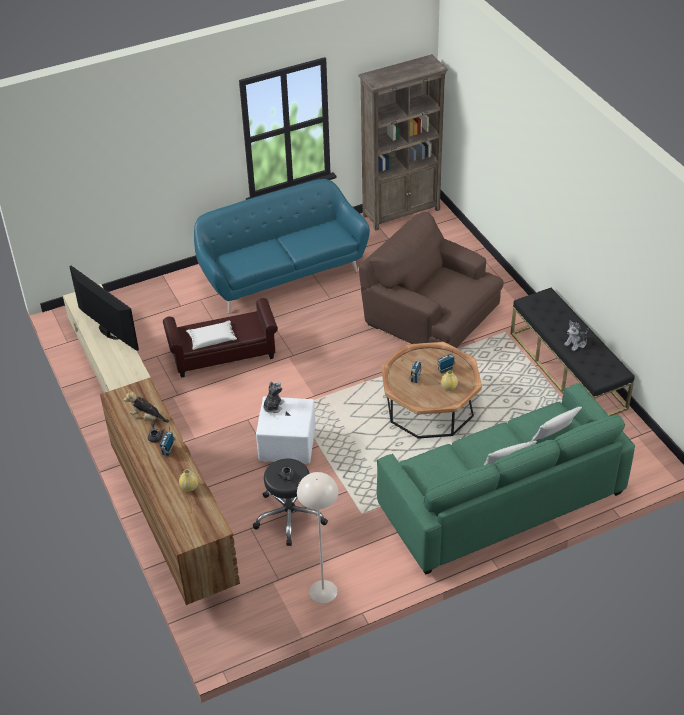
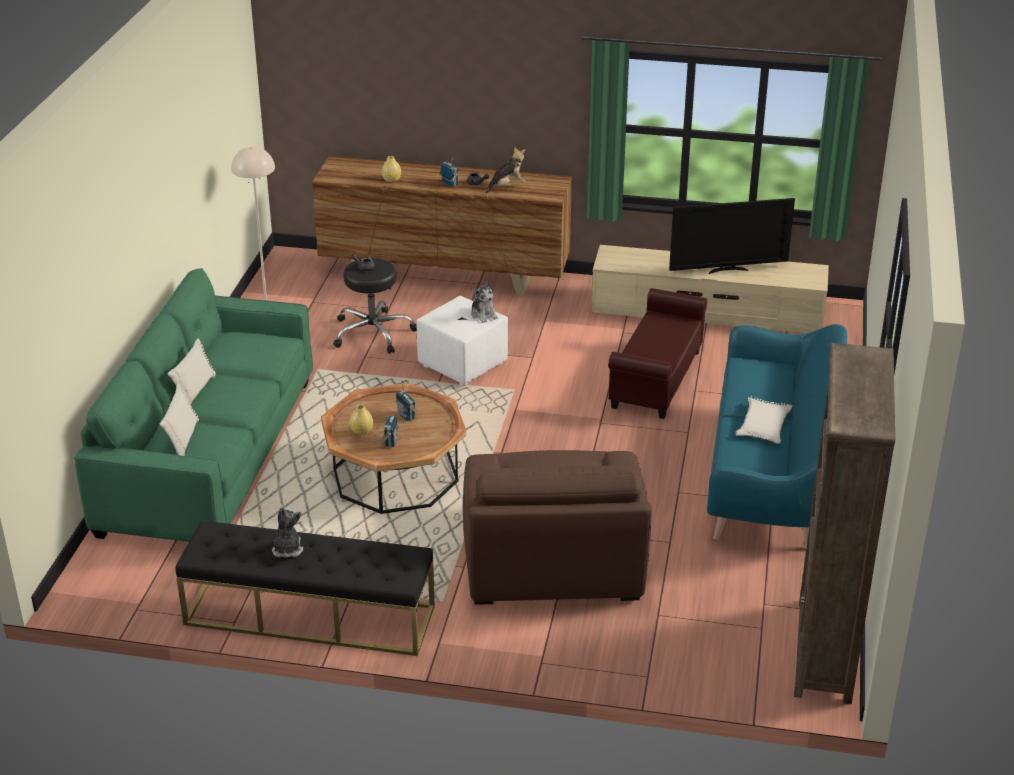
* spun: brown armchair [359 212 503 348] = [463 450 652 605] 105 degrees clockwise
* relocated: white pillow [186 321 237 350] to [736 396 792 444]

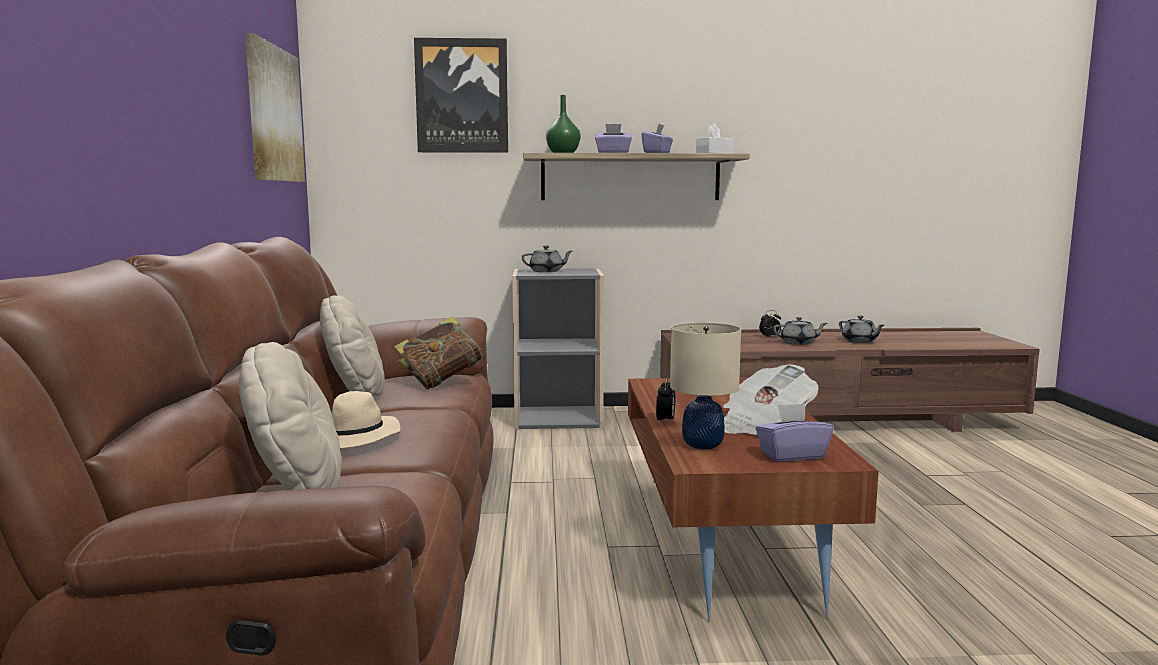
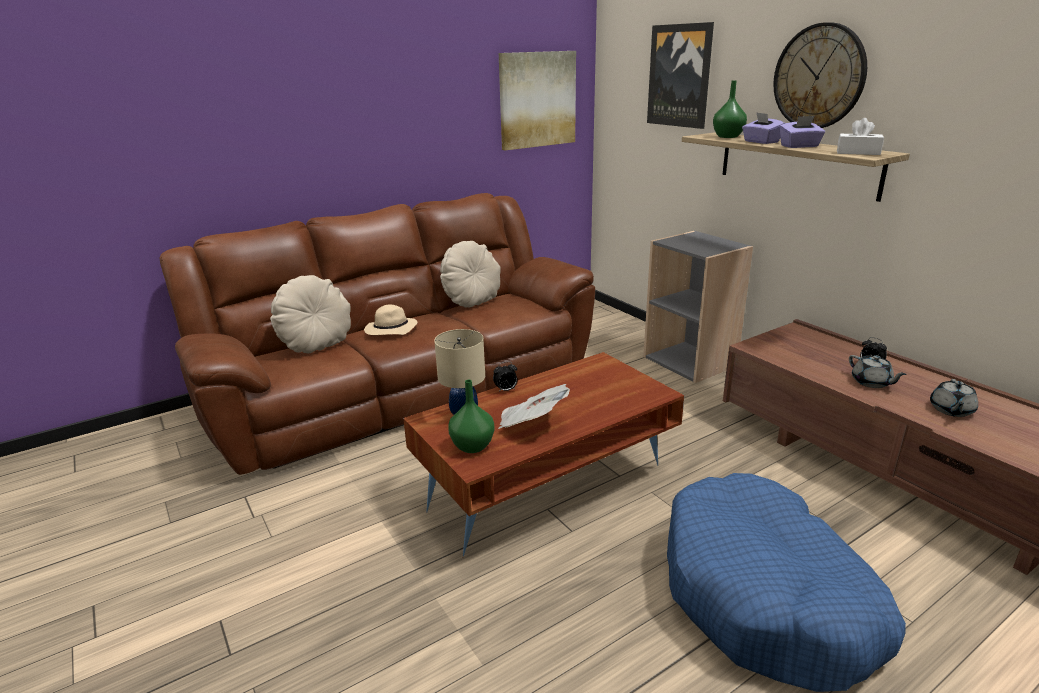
* exchanged: purple tissue box [756 403 834 462] to green vase [448 380 494 453]
* appeared: blue dog bed [667 473 906 692]
* appeared: wall clock [773 22 867 128]
* missing: book [394 317 485 390]
* missing: grey teapot [522 246 572 272]

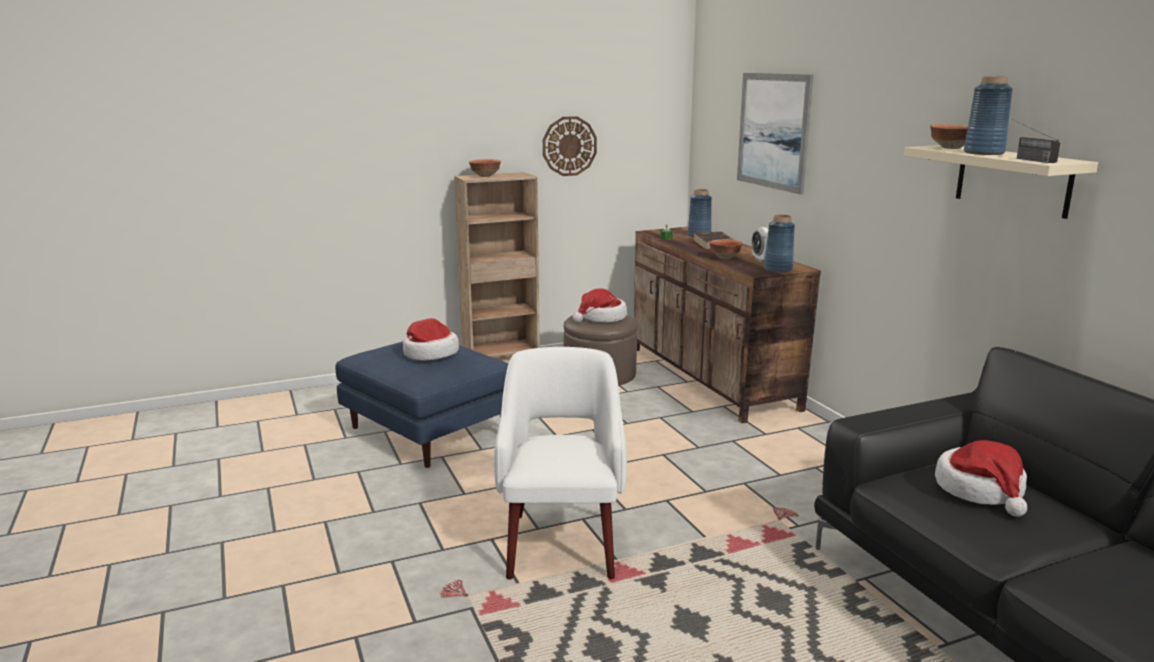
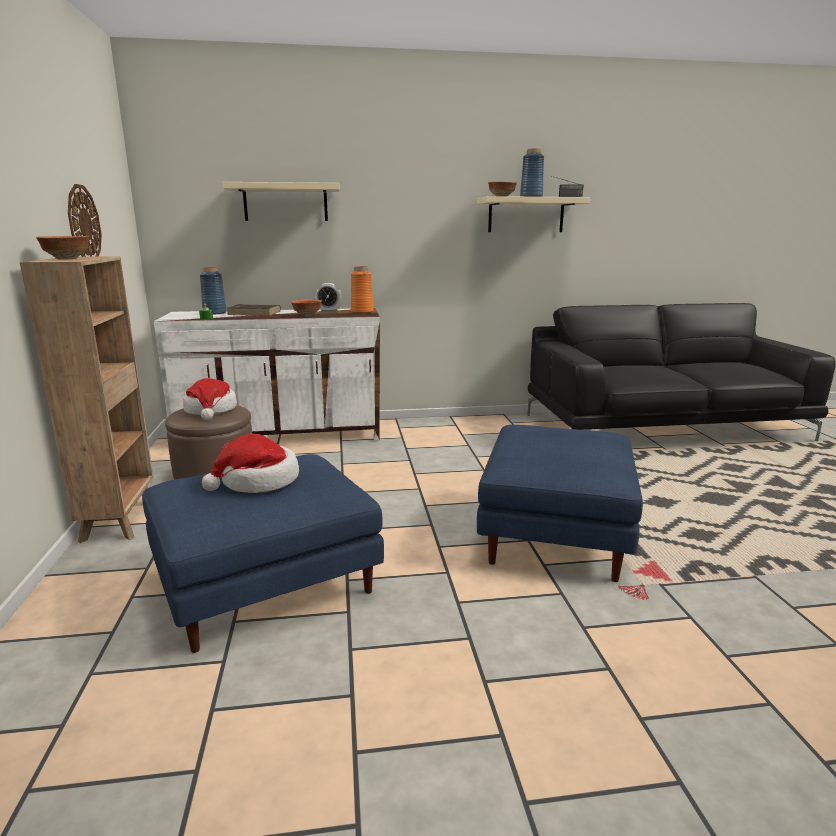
* colour: brown cabinet [634 227 821 423] to white cabinet [153 308 380 441]
* exchanged: picture [737 73 813 195] to beige shelf [222 182 340 221]
* colour: blue vase [764 215 795 273] to orange vase [351 266 374 313]
* exchanged: white armchair [494 347 627 580] to blue ottoman [477 425 643 582]
* missing: hat [935 440 1027 517]

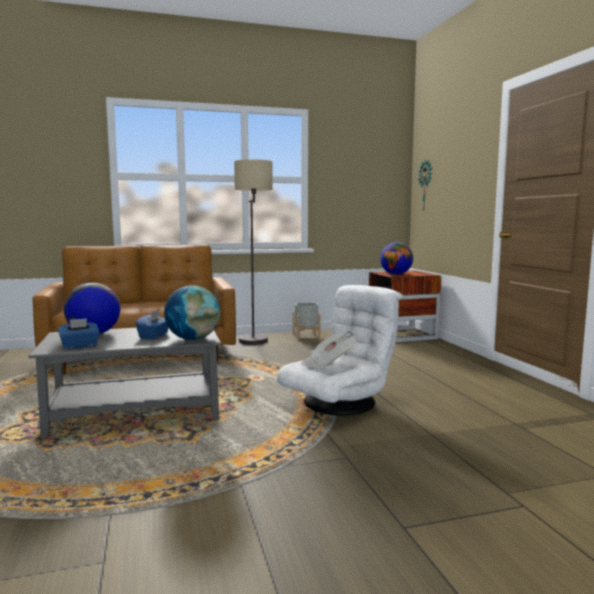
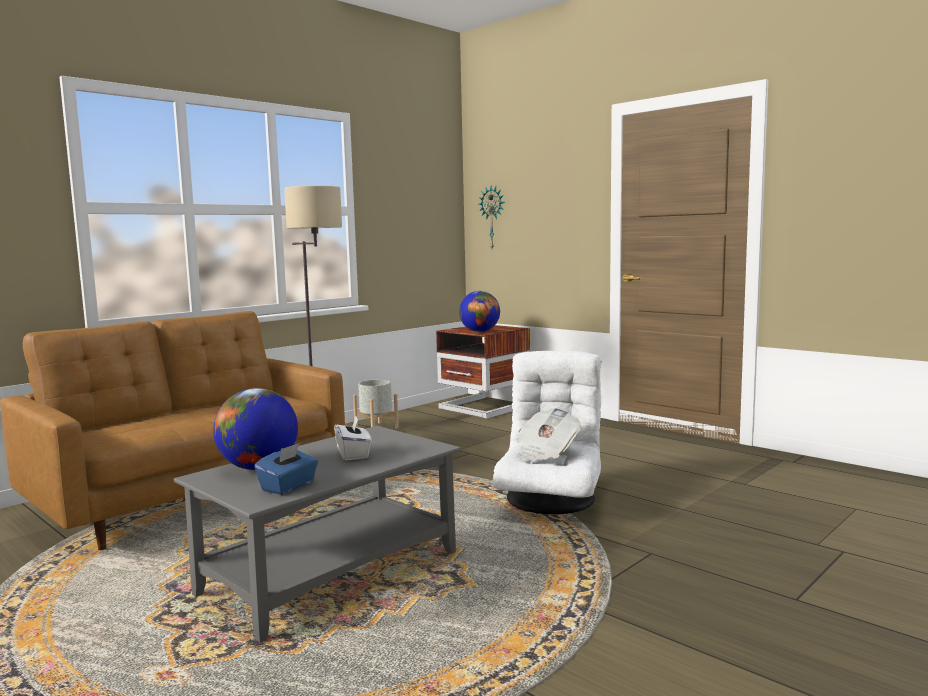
* colour: blue tissue box [136 310 168 339] to white tissue box [334 417 372 461]
* missing: globe [164 285 220 340]

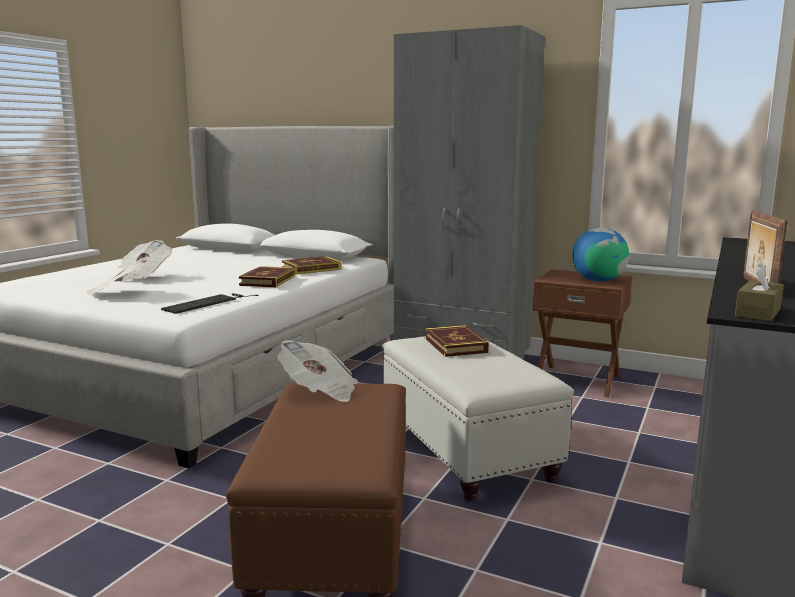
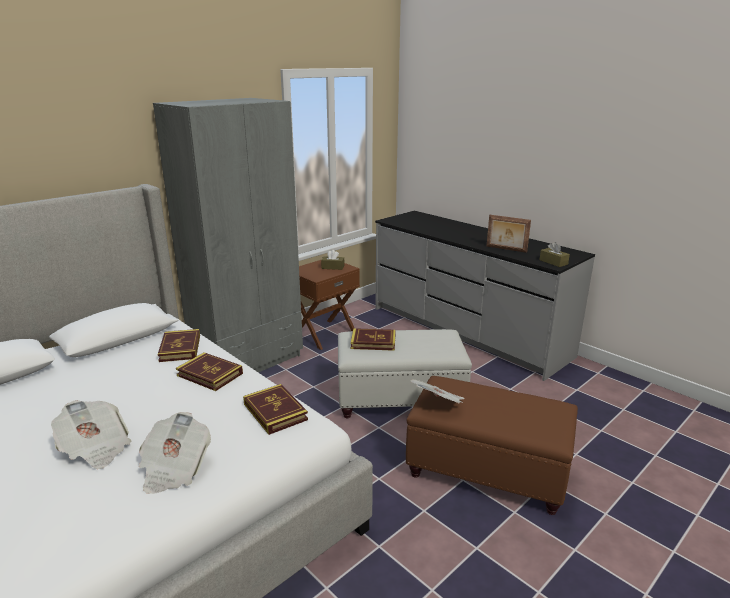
* exchanged: keyboard [161 294 259 314] to book [243 384 308 435]
* exchanged: globe [572 228 629 281] to brown tissue box [321 250 344 270]

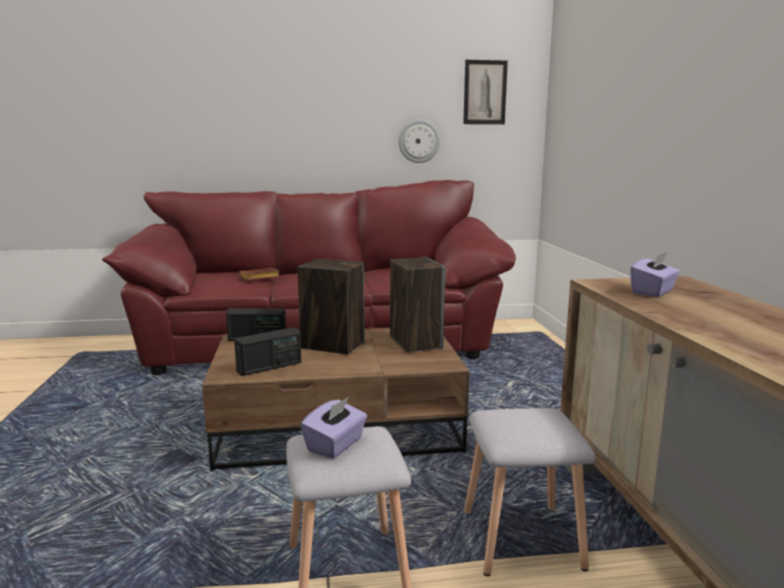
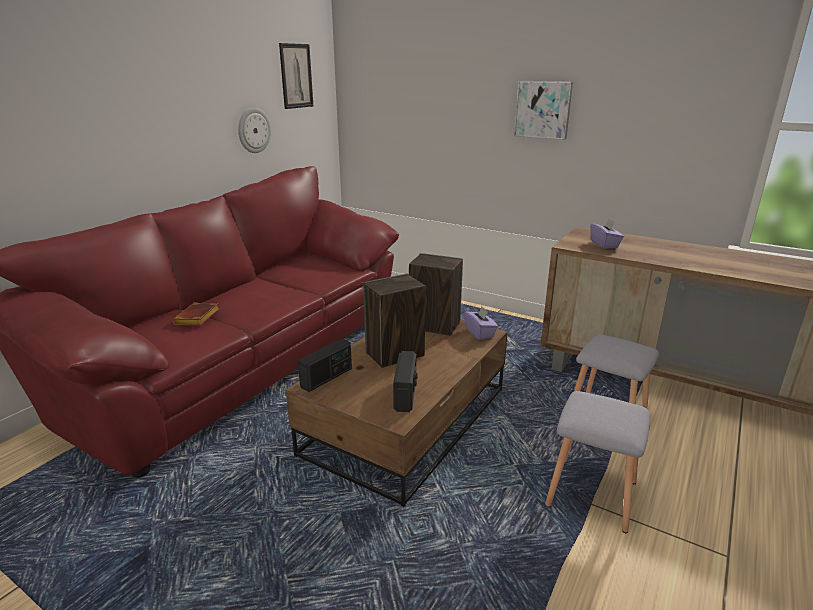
* relocated: purple tissue box [301 397 367 459] to [464 306 498 340]
* appeared: picture [514 81 573 140]

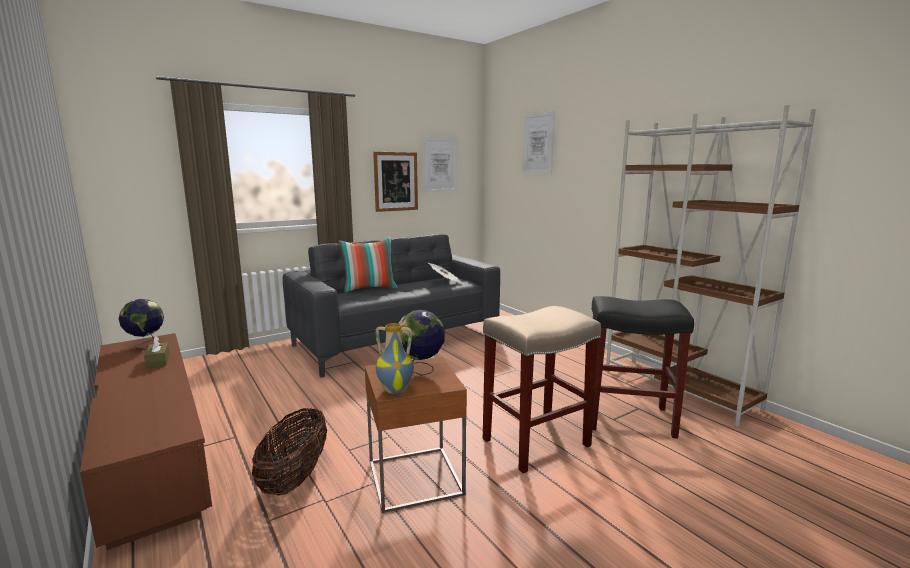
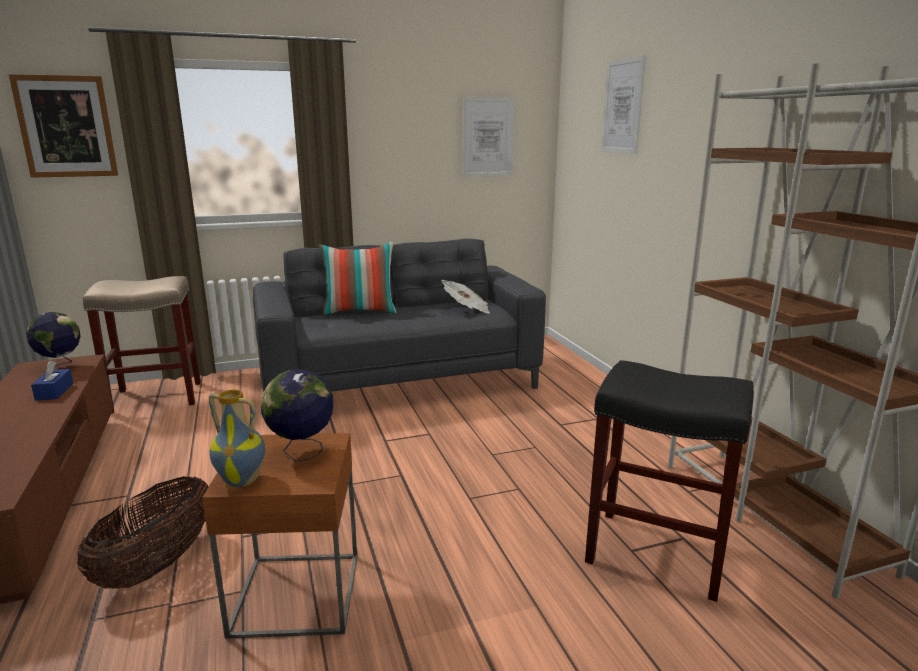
* relocated: picture [373 152 418 212] to [9 74 118 178]
* colour: brown tissue box [144 336 170 369] to blue tissue box [31 361 74 401]
* relocated: beige stool [483 306 601 473] to [83 276 201 414]

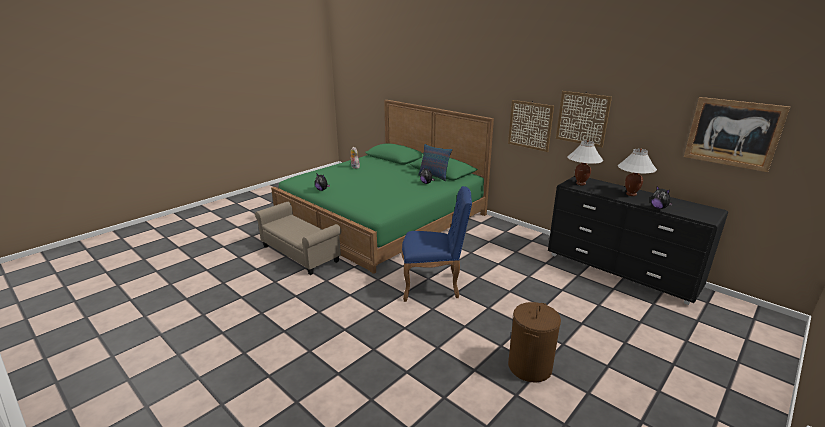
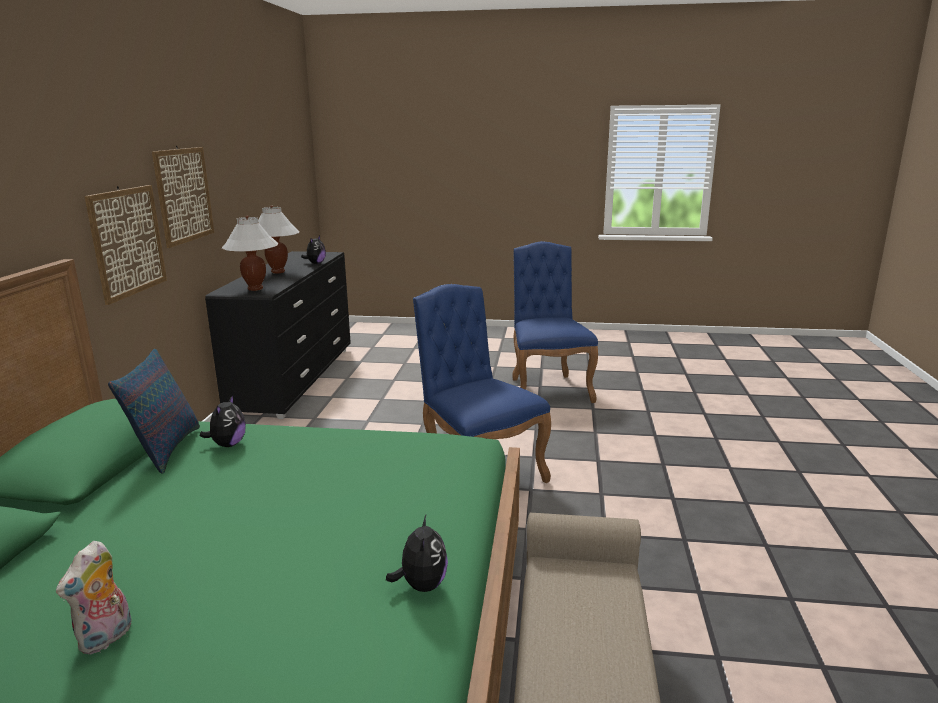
* exchanged: brown laundry basket [508 302 561 383] to blue chair [512 241 598 403]
* missing: picture [684 97 790 172]

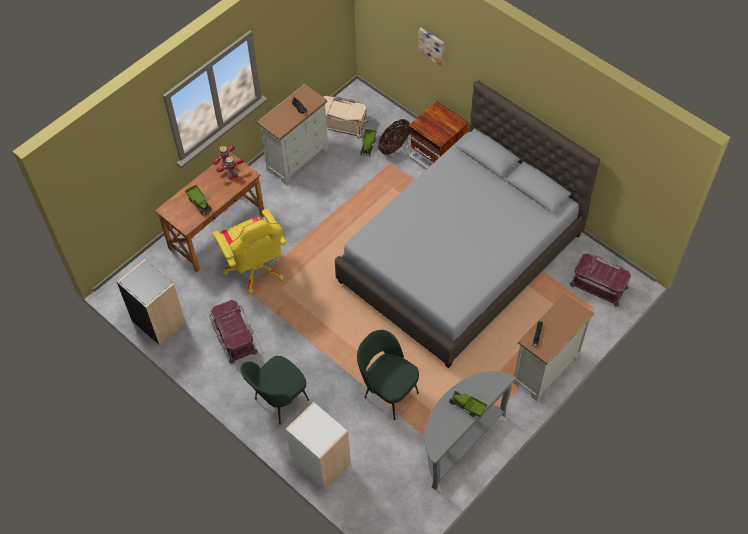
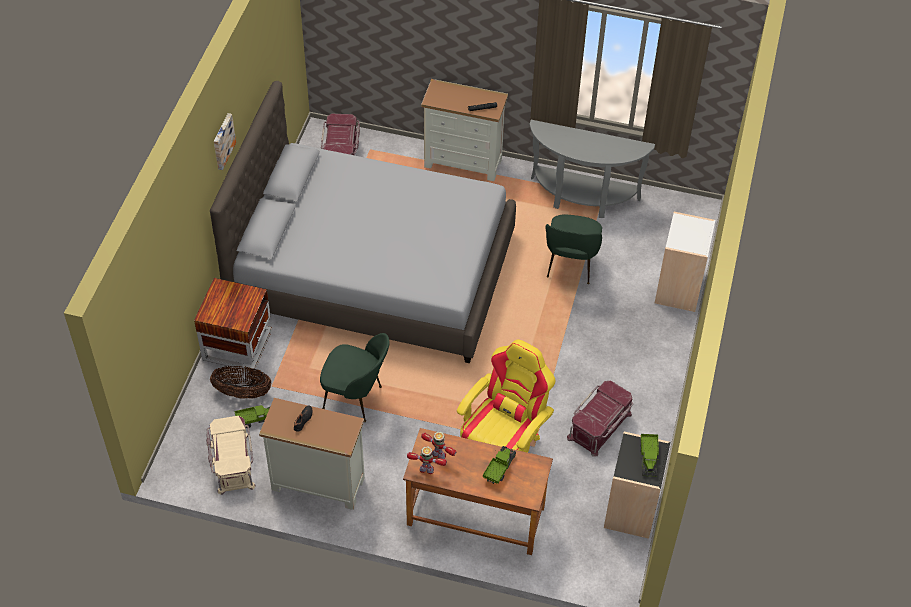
* relocated: picture [418 28 445 66] to [214 113 236 170]
* relocated: green chair [241 356 309 424] to [320 333 390 422]
* relocated: toy truck [449 391 487 417] to [640 434 659 477]

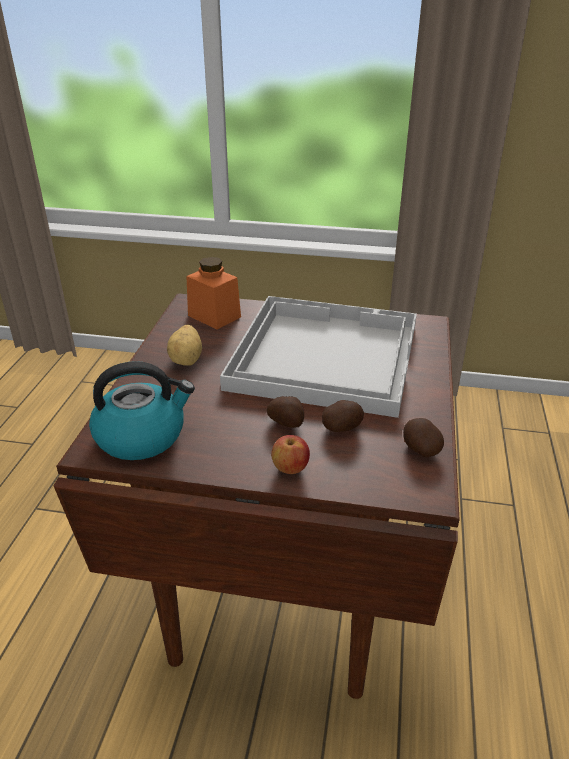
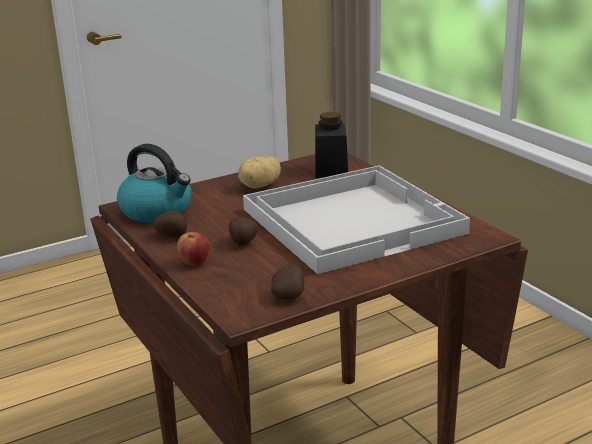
* relocated: potato [322 400 364 432] to [154 211 187 238]
* colour: orange jar [186 257 241 329] to black jar [315 112 348 178]

